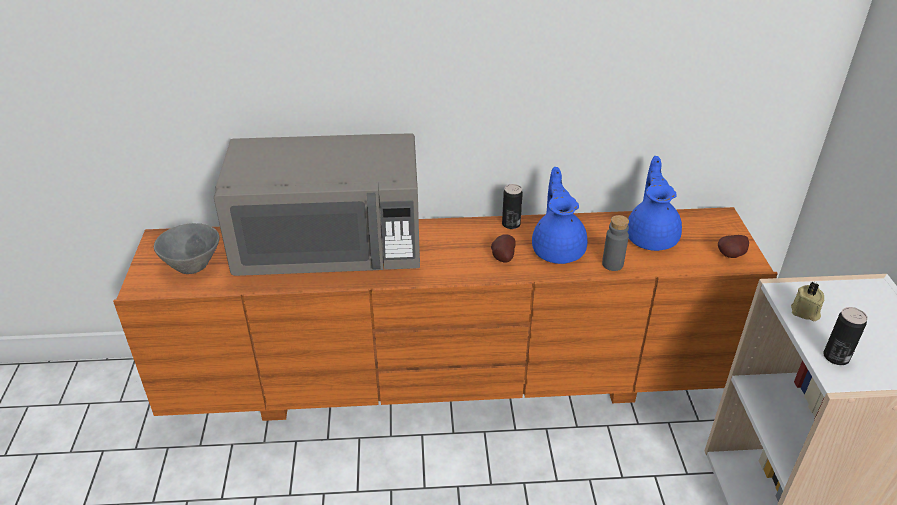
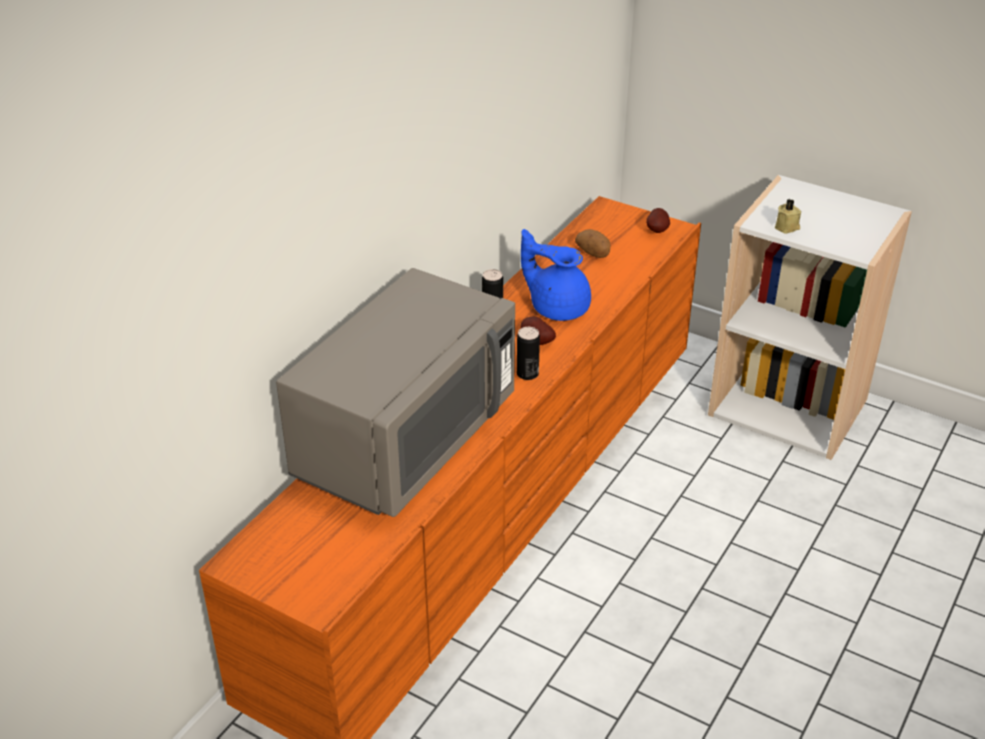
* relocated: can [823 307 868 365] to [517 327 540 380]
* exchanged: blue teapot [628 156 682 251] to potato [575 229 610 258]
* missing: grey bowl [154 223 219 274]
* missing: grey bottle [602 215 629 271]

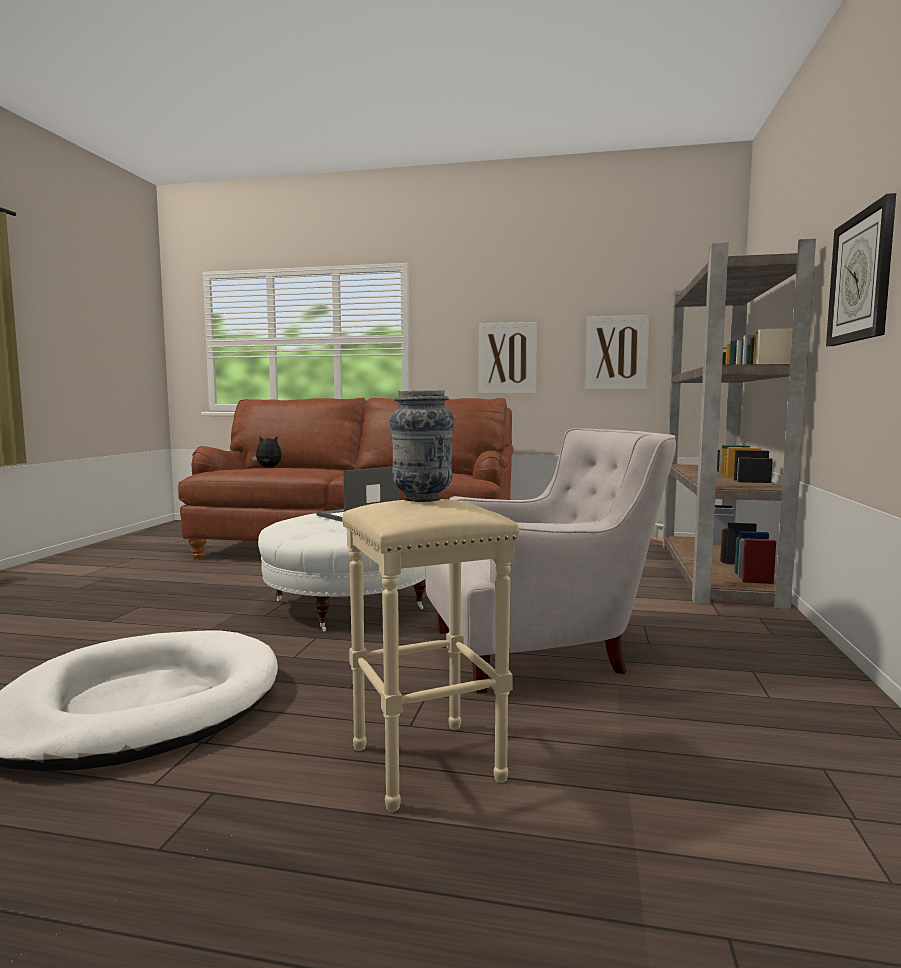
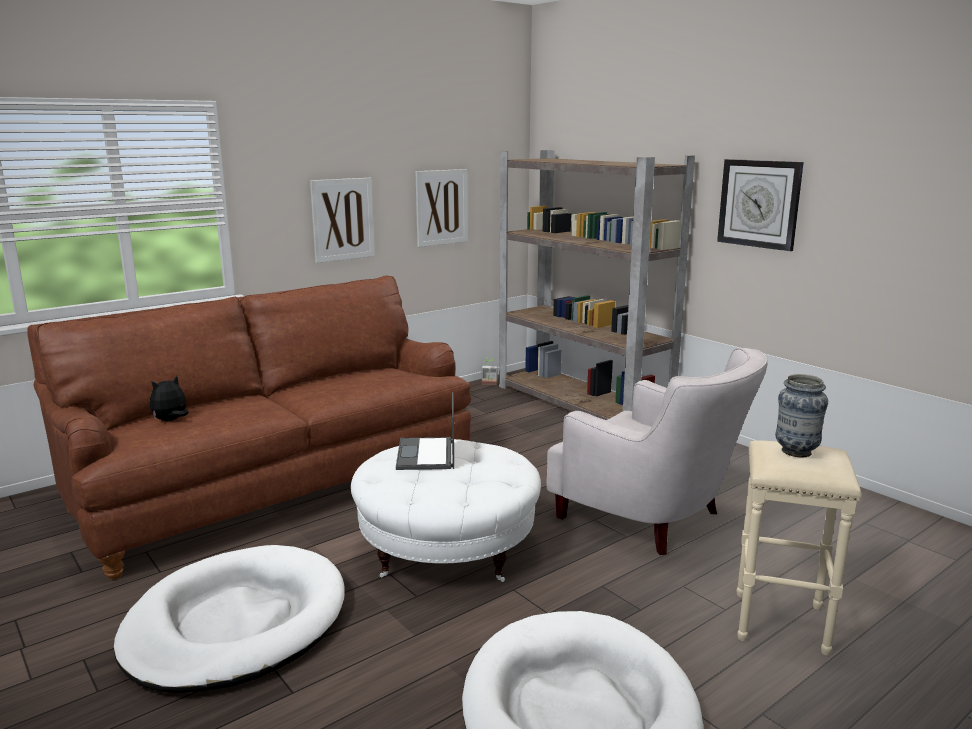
* appeared: white dog bed [114 545 345 693]
* spun: white armchair [426 428 676 694] = [546 348 767 555] 105 degrees clockwise

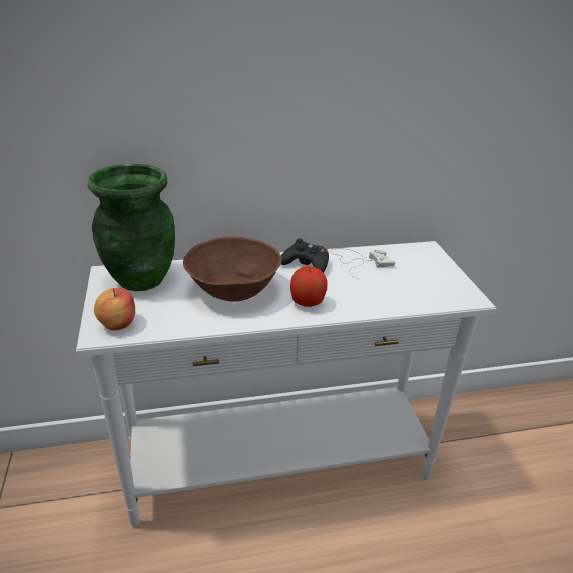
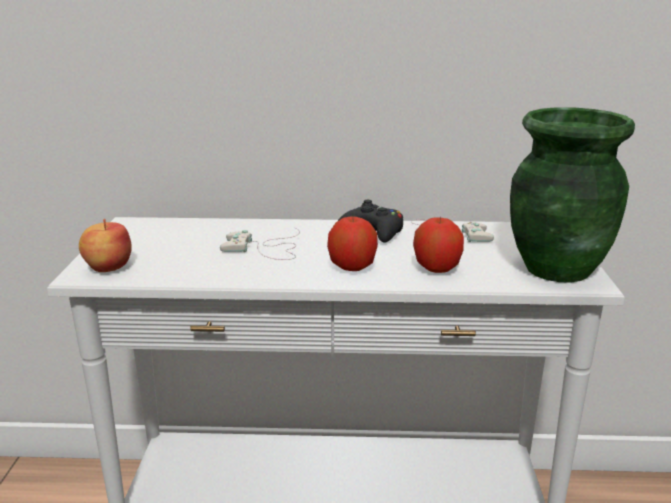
* exchanged: brown bowl [183 236 282 302] to white game controller [220 227 300 260]
* appeared: apple [413 217 464 273]
* relocated: green vase [87 164 175 291] to [510 107 635 283]

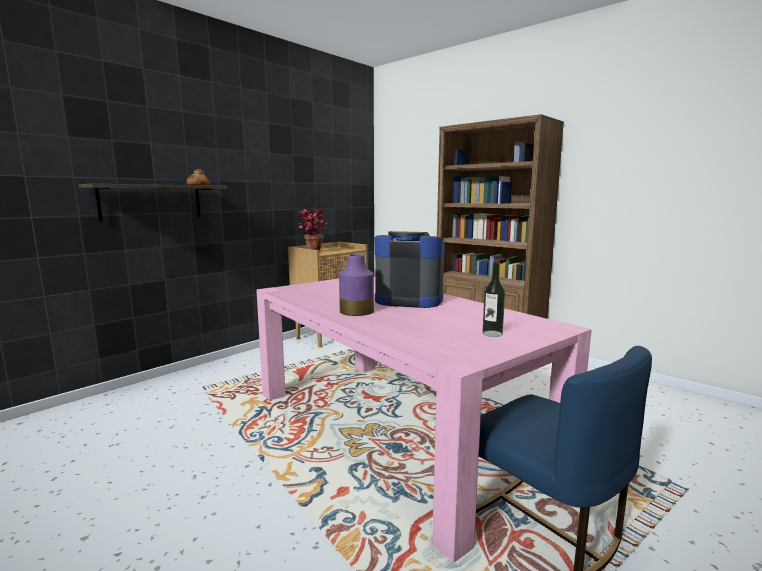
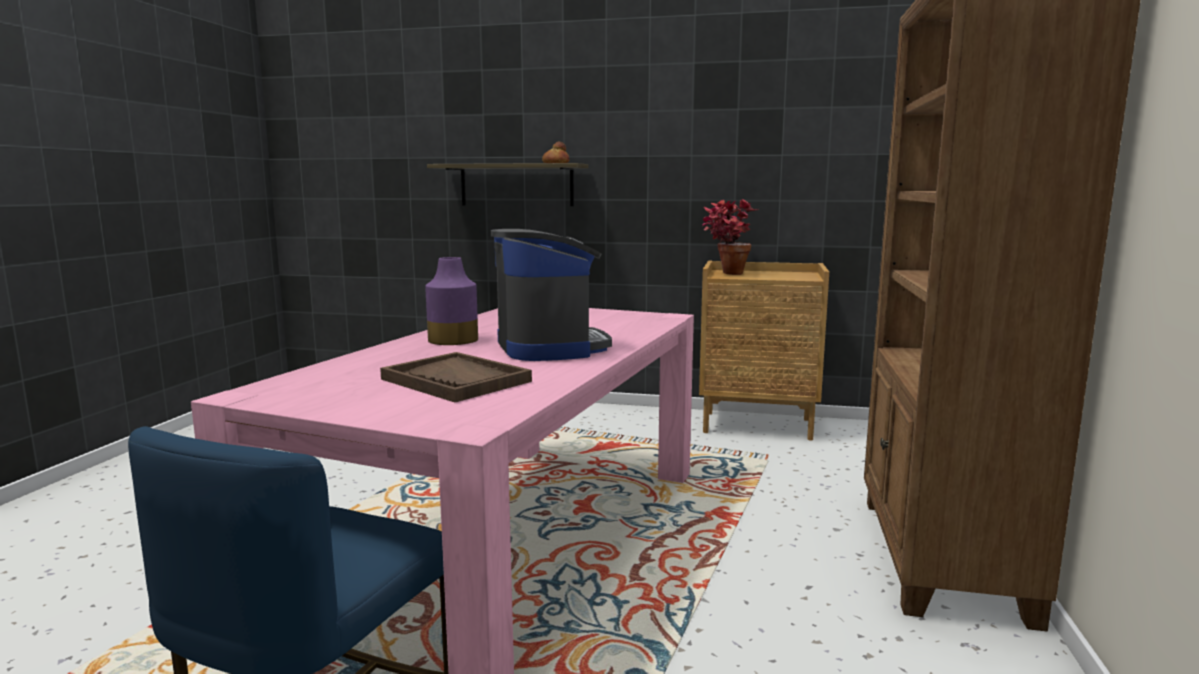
* appeared: brown tray [380 352 532 402]
* missing: bottle [482 262 505 337]

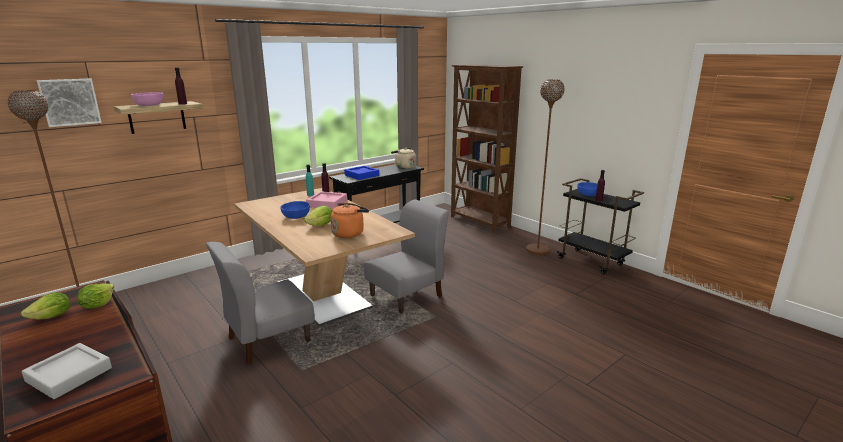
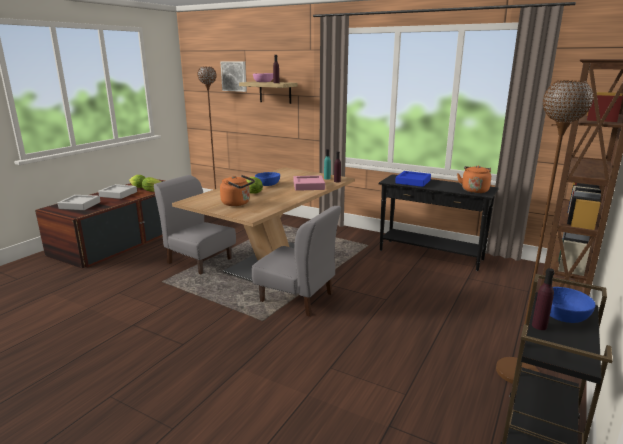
* appeared: grey tray [98 184 137 199]
* colour: beige kettle [391 148 416 169] to orange kettle [457 165 491 193]

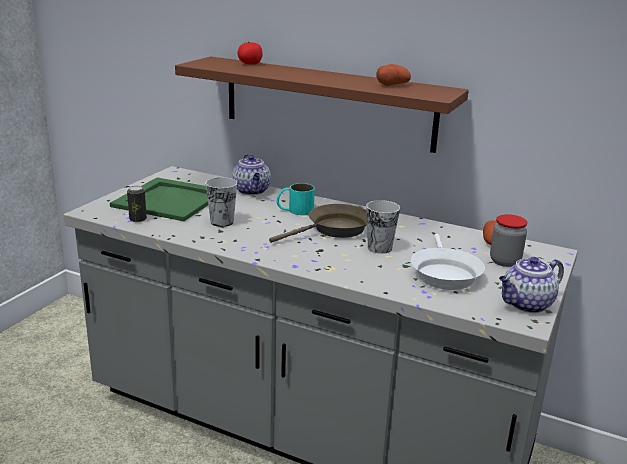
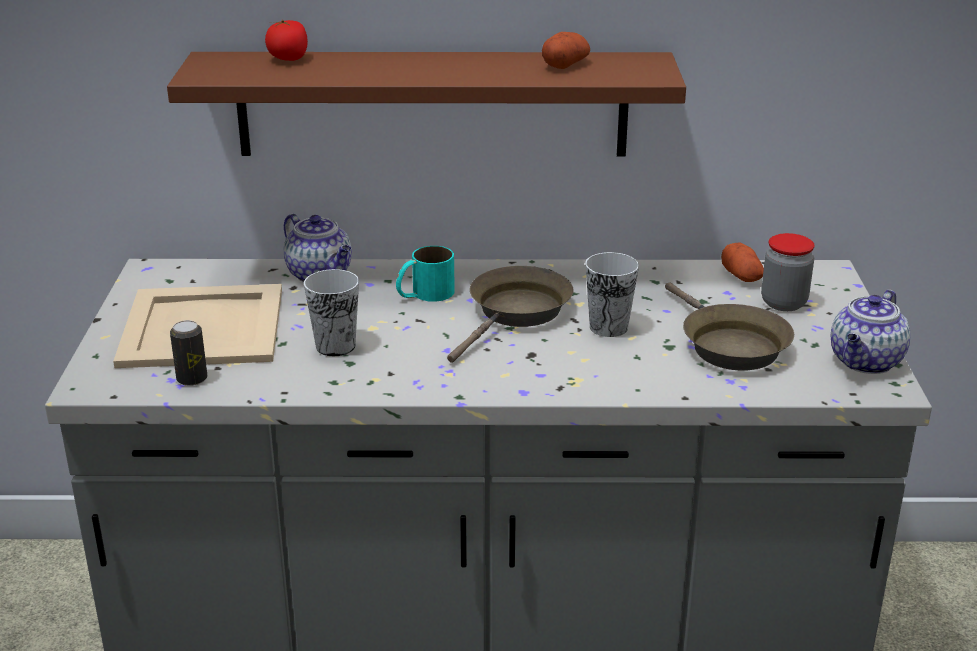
* colour: green tray [110 177 208 221] to beige tray [113 284 282 368]
* colour: white frying pan [411 233 485 290] to brown frying pan [665 282 794 371]

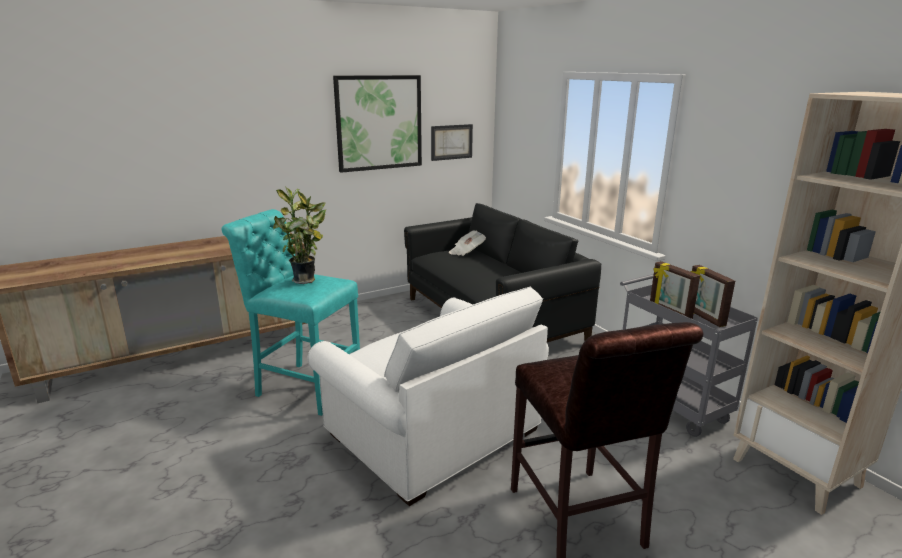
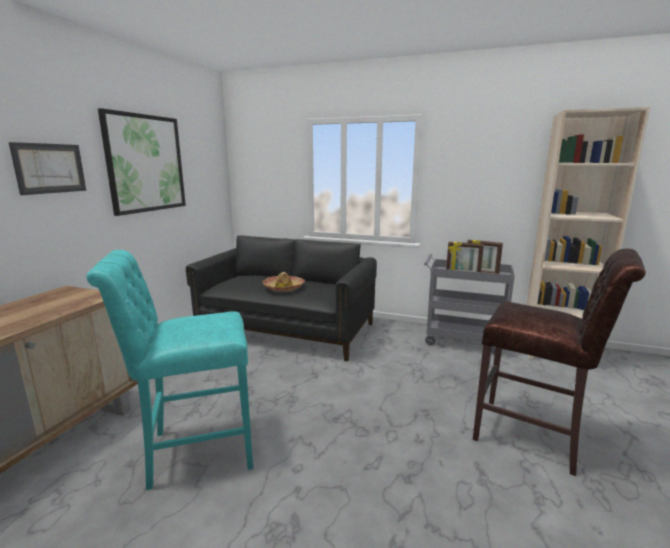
* relocated: picture [431 124 473 161] to [9 142 86 195]
* appeared: hat [263 272 305 292]
* missing: potted plant [273 186 326 284]
* missing: white armchair [308 287 549 506]
* missing: newspaper [449 231 486 256]

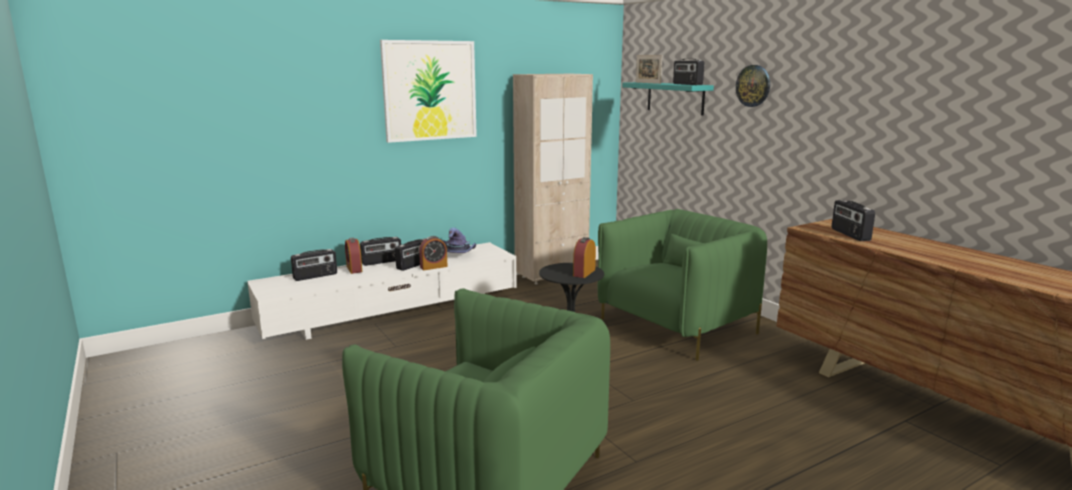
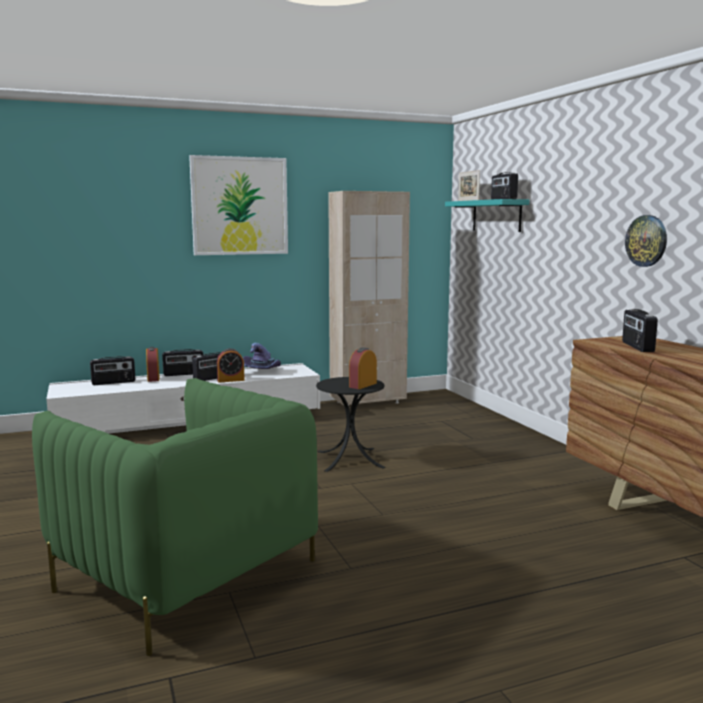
* relocated: wall clock [736 65 770 107] to [625 215 667 267]
* missing: green armchair [598 209 767 361]

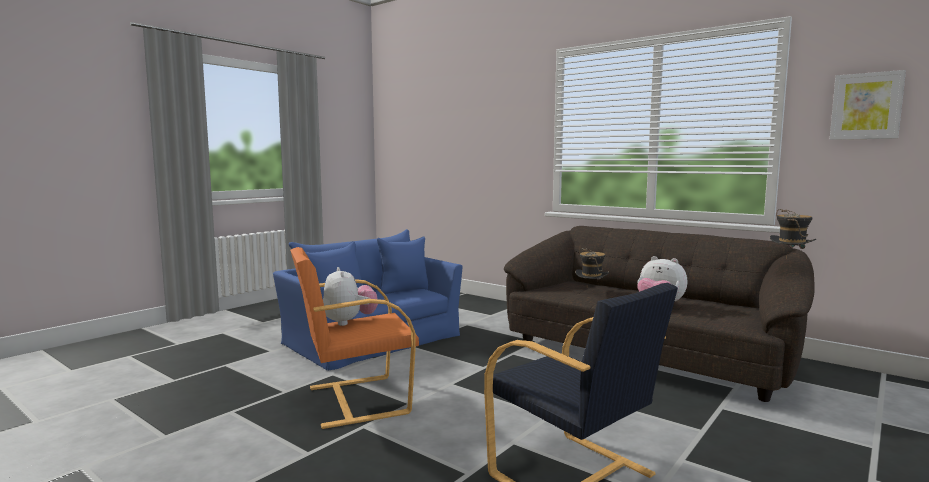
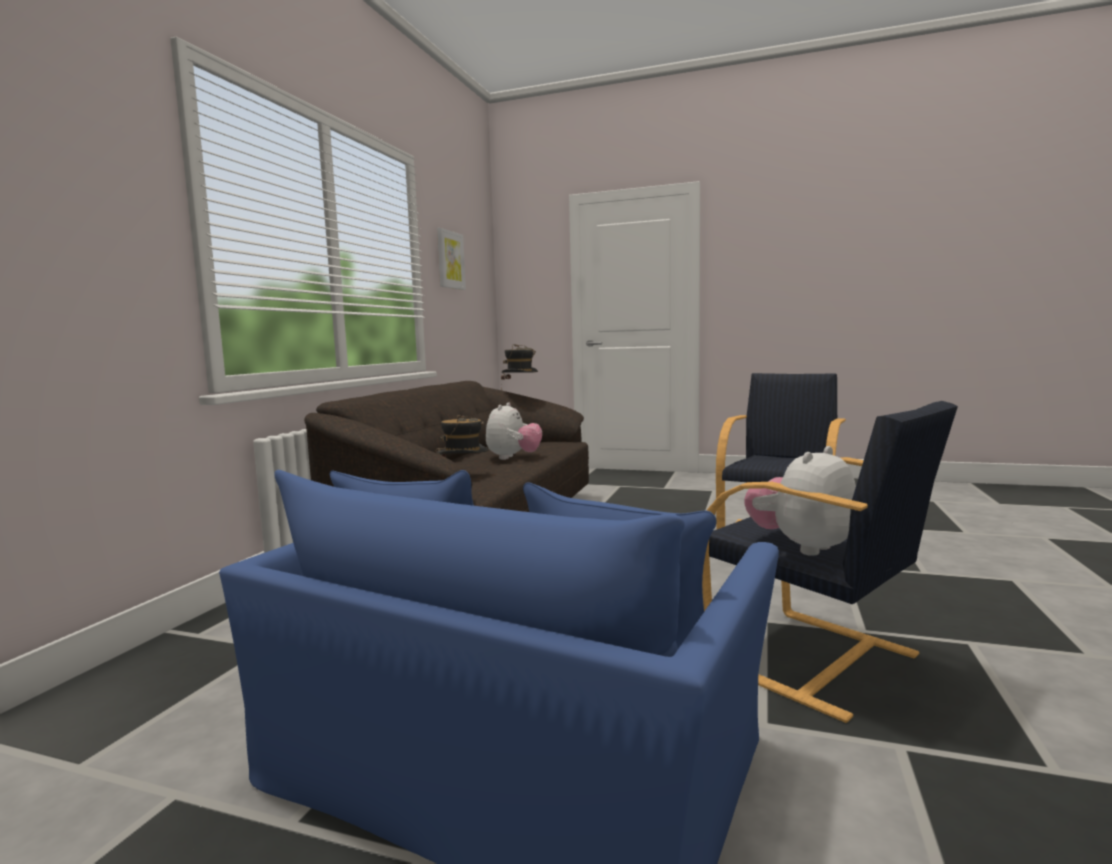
* colour: orange armchair [290 247 419 429] to black armchair [702 401 958 723]

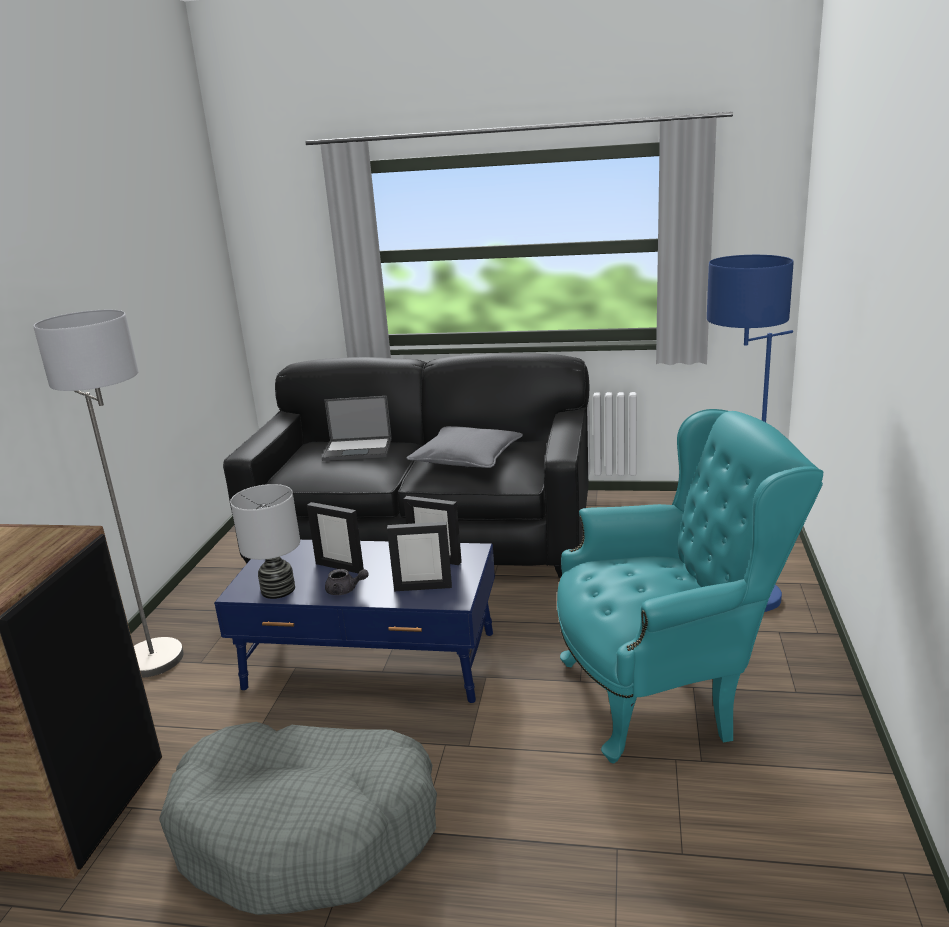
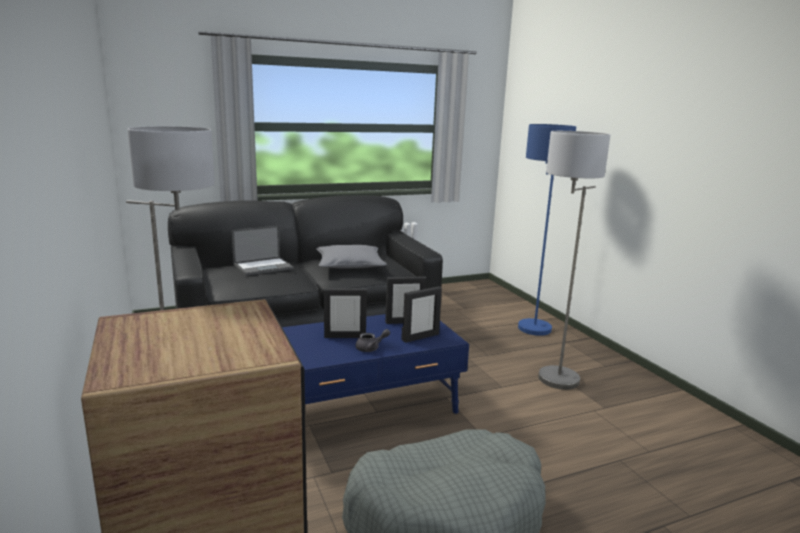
* exchanged: turquoise armchair [557 409 824 764] to grey floor lamp [538 131 610 390]
* missing: grey table lamp [230 484 300 599]

